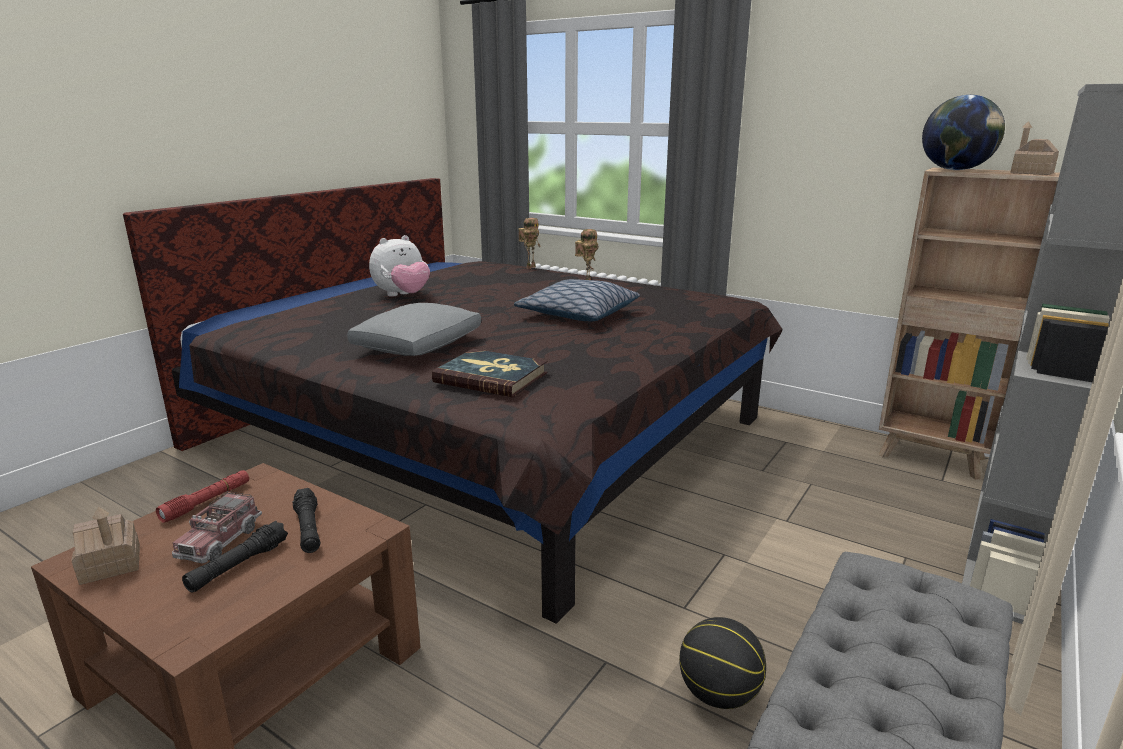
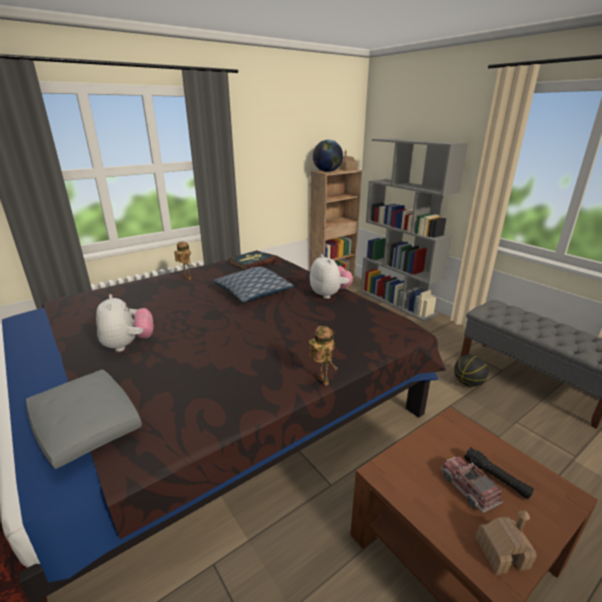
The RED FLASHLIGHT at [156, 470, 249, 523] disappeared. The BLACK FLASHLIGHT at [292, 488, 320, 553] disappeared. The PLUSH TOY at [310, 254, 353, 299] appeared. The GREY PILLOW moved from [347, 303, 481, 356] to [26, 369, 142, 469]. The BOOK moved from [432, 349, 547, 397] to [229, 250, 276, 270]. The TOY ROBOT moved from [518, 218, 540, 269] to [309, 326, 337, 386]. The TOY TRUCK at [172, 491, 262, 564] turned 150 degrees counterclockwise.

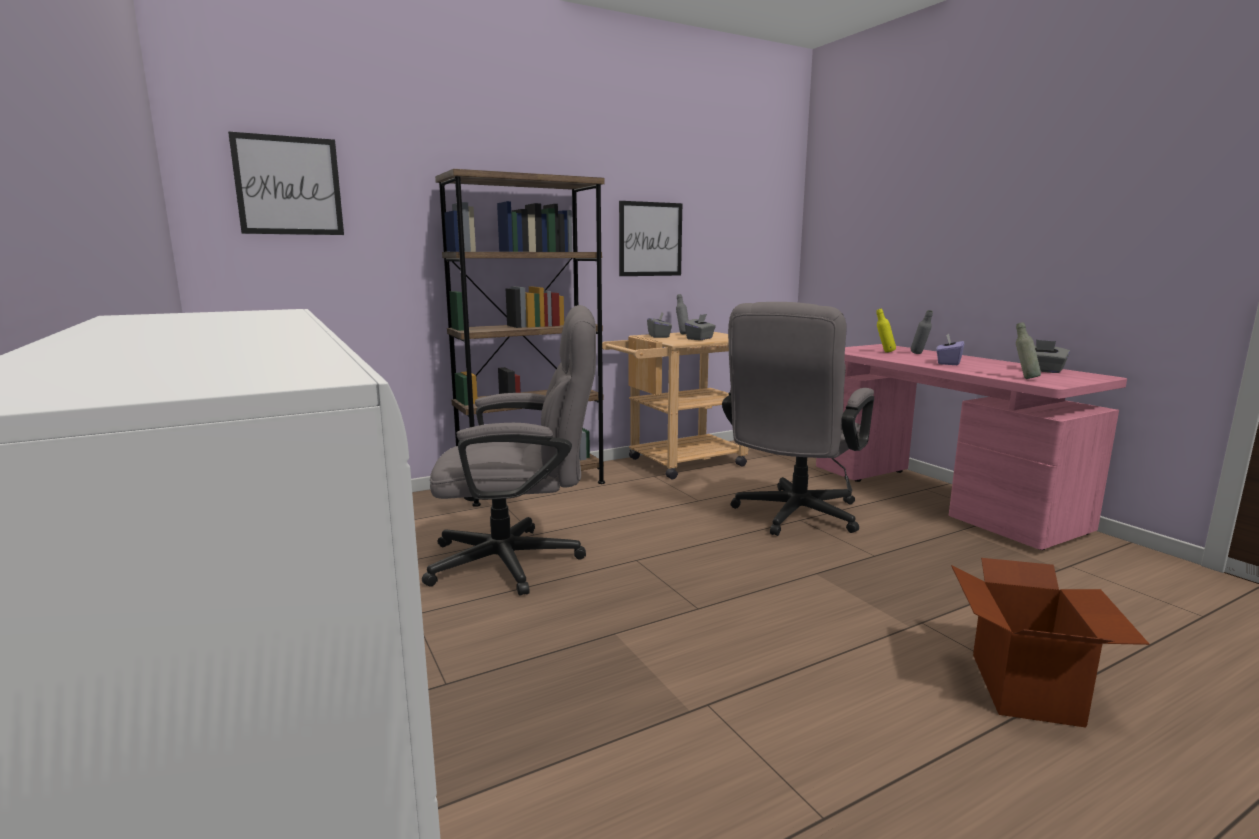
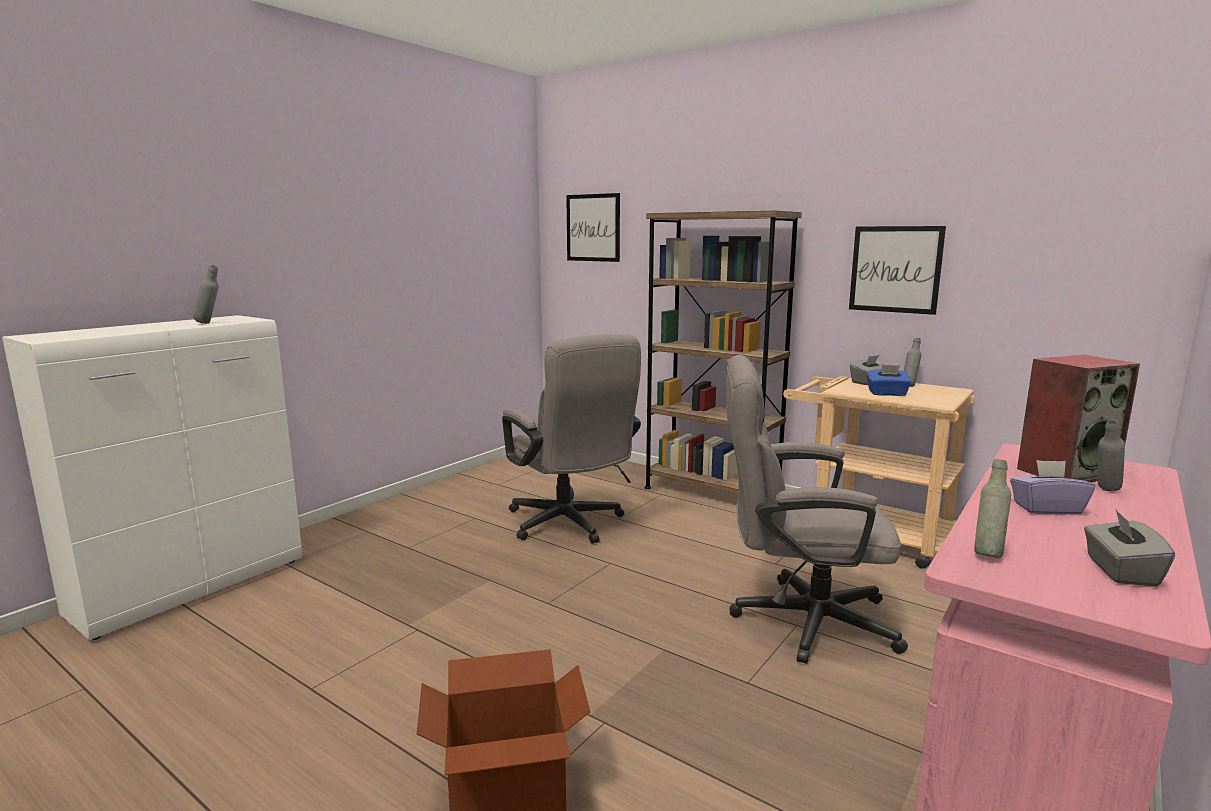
The GREY BOTTLE at [193, 265, 219, 324] appeared. The YELLOW BOTTLE at [876, 309, 896, 353] was replaced by the SPEAKER at [1017, 355, 1140, 482]. The GREY TISSUE BOX at [685, 314, 716, 340] became the BLUE TISSUE BOX at [866, 365, 912, 396].

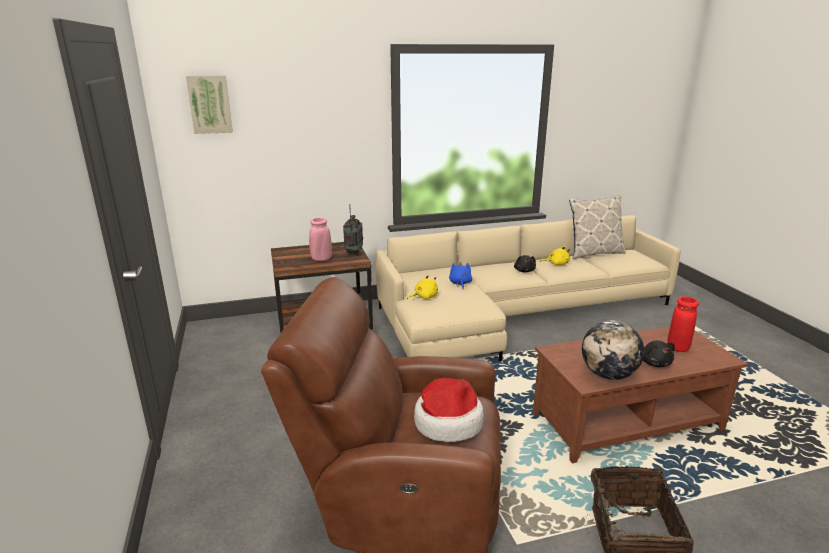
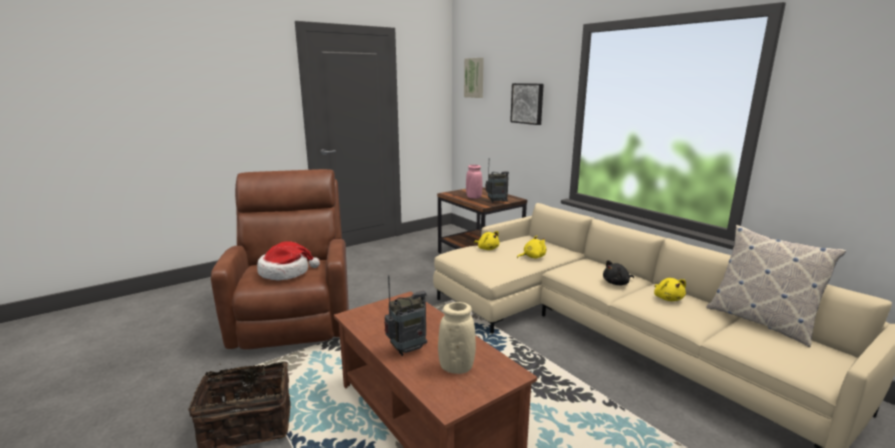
The GLOBE at [582, 320, 644, 380] disappeared. The PICTURE at [510, 83, 544, 125] appeared. The BLACK PLUSH TOY at [643, 340, 675, 367] was replaced by the RADIO at [384, 275, 427, 356]. The BLUE PLUSH TOY at [449, 262, 472, 289] became the YELLOW PLUSH TOY at [517, 236, 546, 259]. The RED VASE at [667, 297, 699, 352] became the BEIGE VASE at [438, 302, 476, 374].

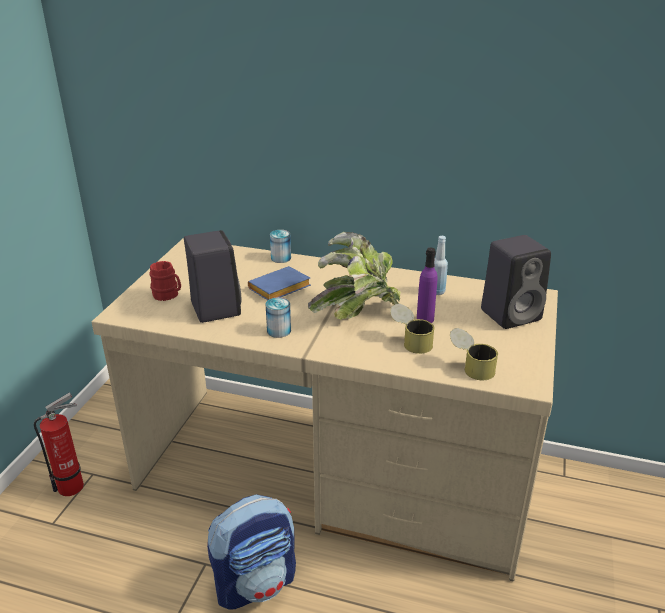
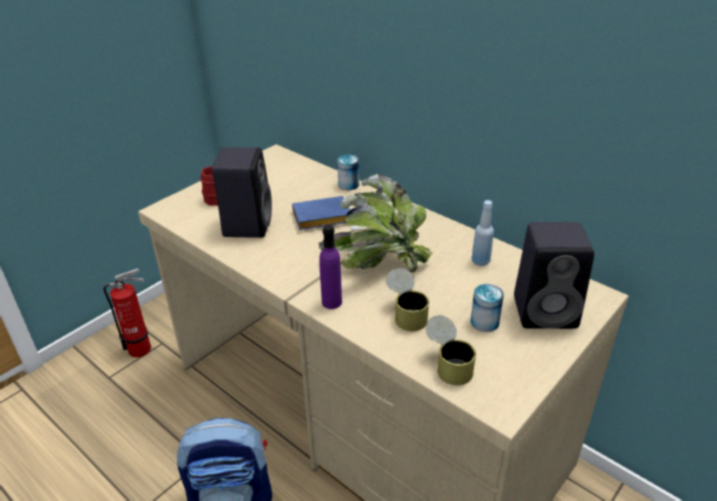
The CAN moved from [266, 297, 291, 338] to [470, 284, 504, 332]. The PURPLE BOTTLE moved from [417, 248, 438, 323] to [319, 225, 342, 309].

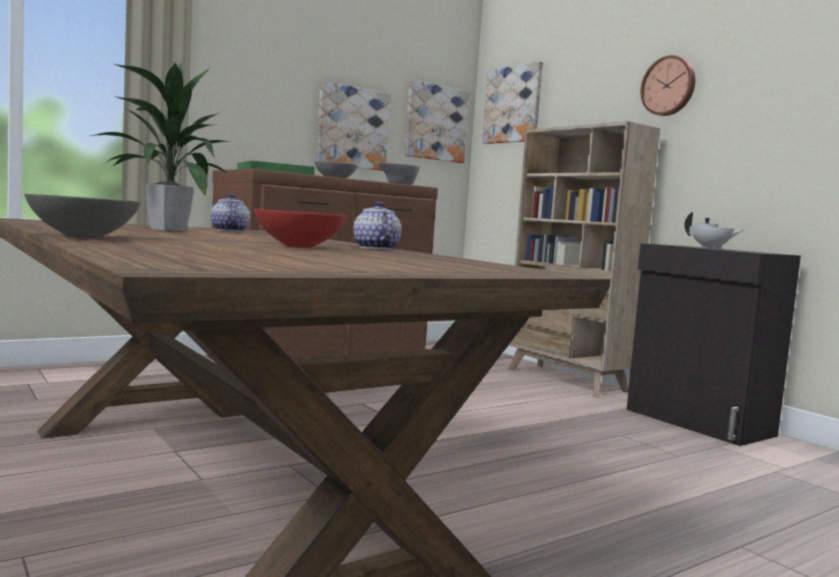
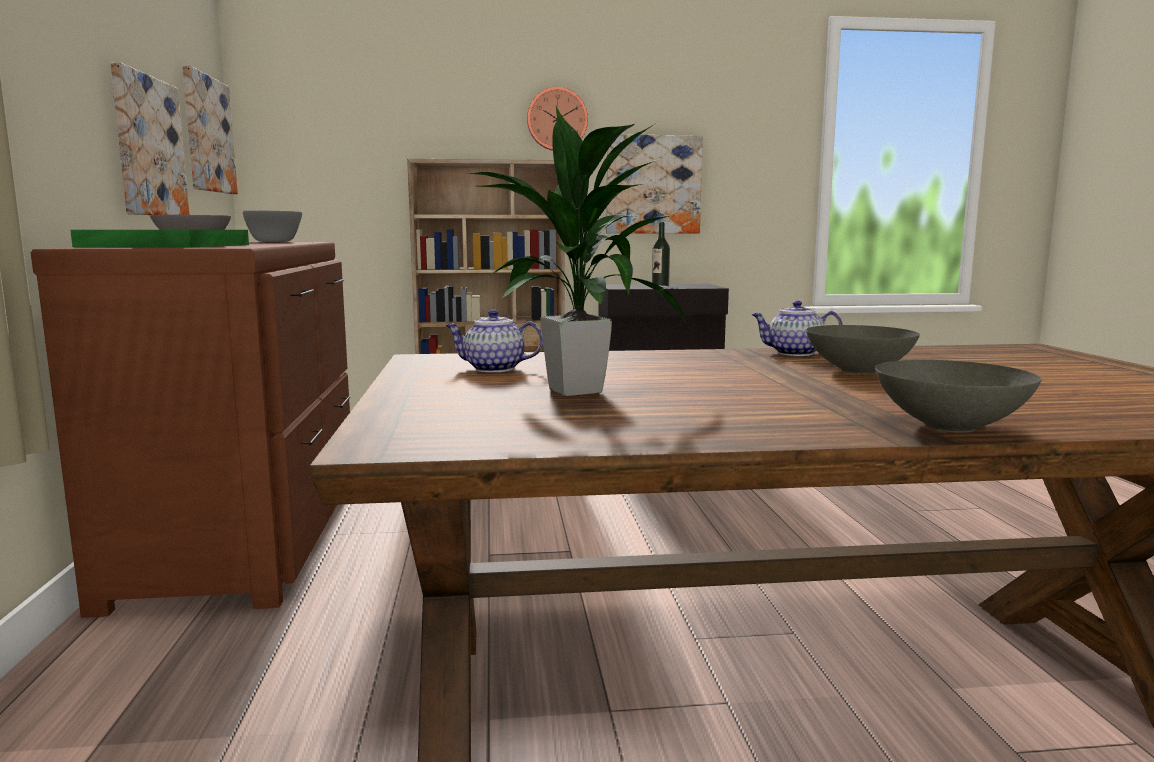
The PICTURE moved from [482, 61, 543, 144] to [606, 134, 703, 234]. The WHITE TEAPOT at [684, 212, 743, 249] was replaced by the BOTTLE at [652, 222, 670, 287]. The RED BOWL at [254, 209, 347, 248] became the GREY BOWL at [806, 325, 920, 374].

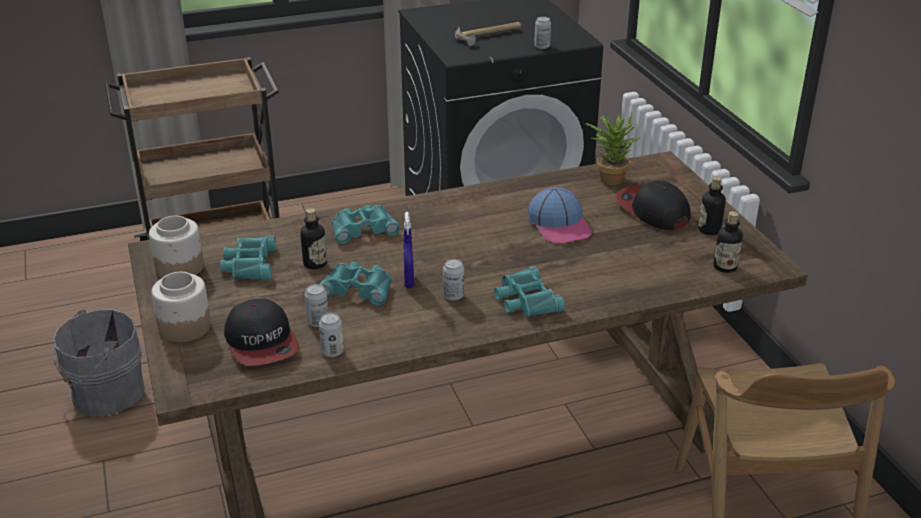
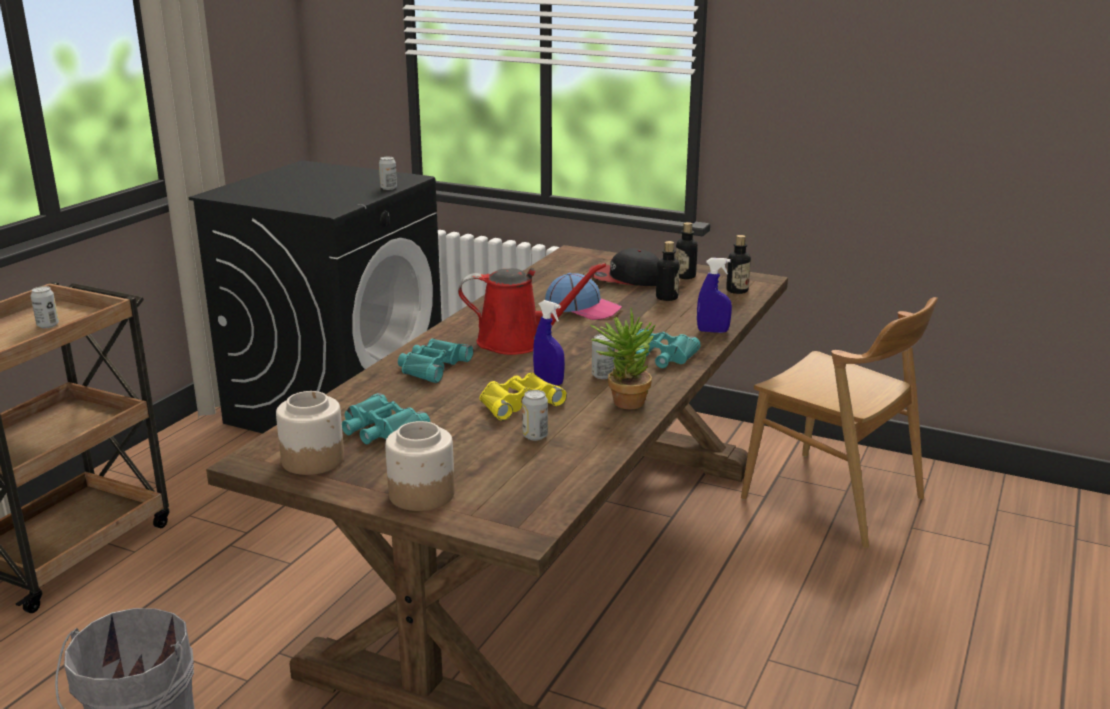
The CAP at [224, 299, 299, 366] disappeared. The HAMMER at [455, 22, 521, 46] disappeared. The RED WATERING CAN at [458, 263, 606, 355] appeared. The BLUE SPRAY BOTTLE at [697, 258, 732, 333] appeared. The BOTTLE moved from [300, 208, 327, 269] to [656, 241, 680, 301]. The CAN moved from [319, 313, 344, 357] to [31, 286, 59, 328]. The POTTED PLANT moved from [586, 112, 640, 185] to [590, 308, 656, 410]. The TURQUOISE BINOCULARS at [319, 262, 392, 306] became the YELLOW BINOCULARS at [480, 373, 567, 421].

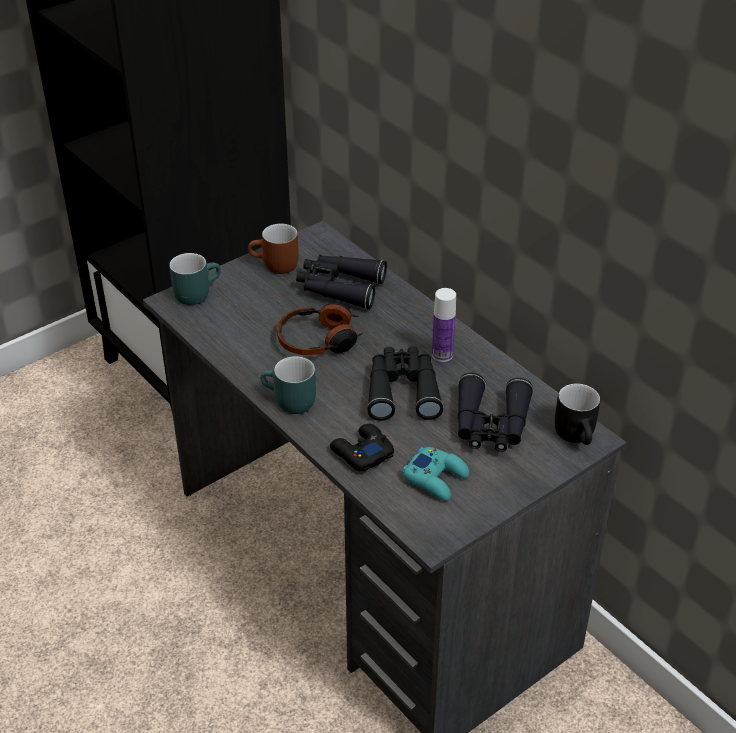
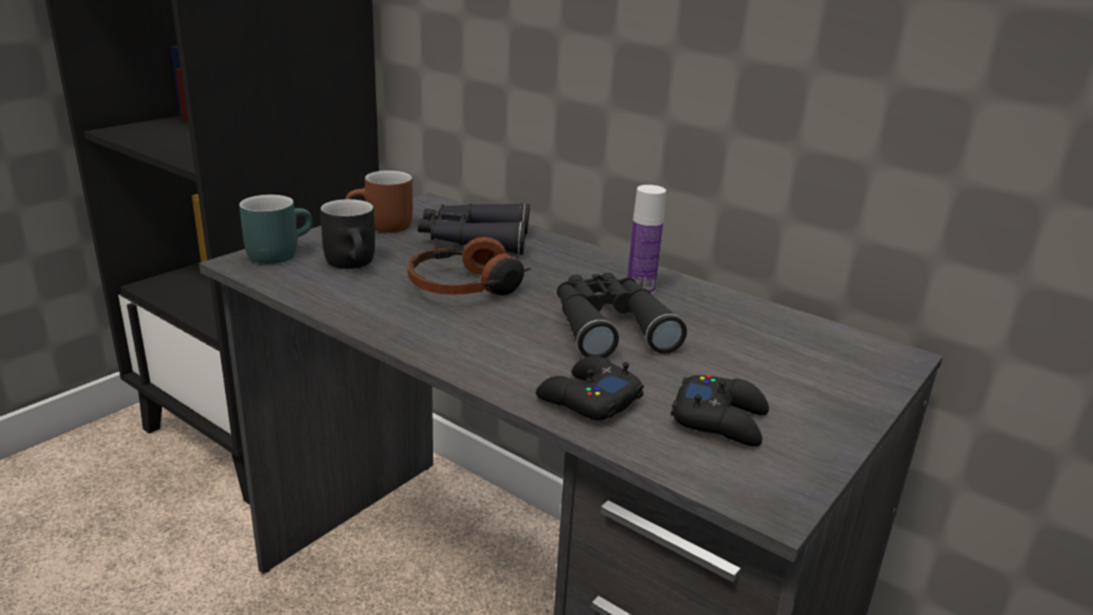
The TURQUOISE MUG at [261, 356, 316, 414] disappeared. The BLACK BINOCULARS at [458, 373, 533, 452] disappeared. The BLACK MUG moved from [555, 383, 601, 445] to [320, 199, 375, 269]. The TURQUOISE GAME CONTROLLER at [402, 447, 469, 501] became the BLACK GAME CONTROLLER at [671, 375, 769, 447].

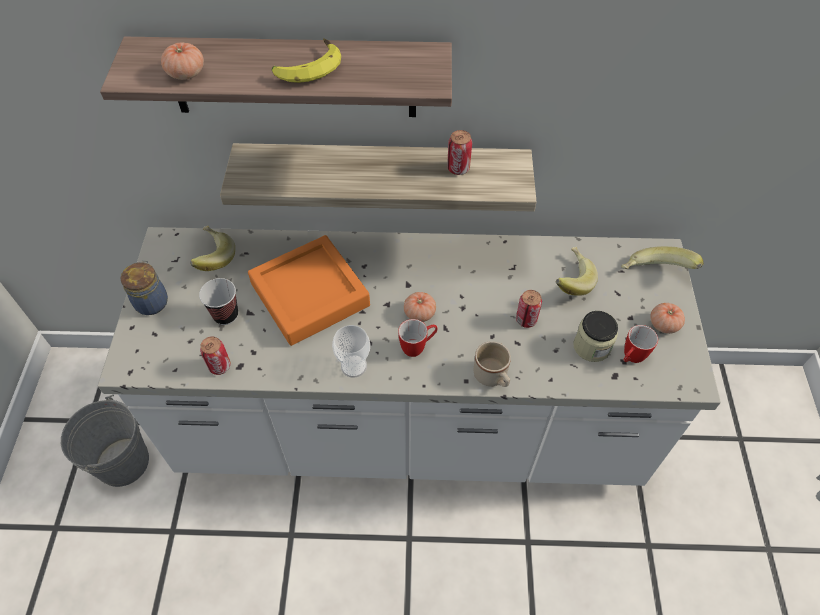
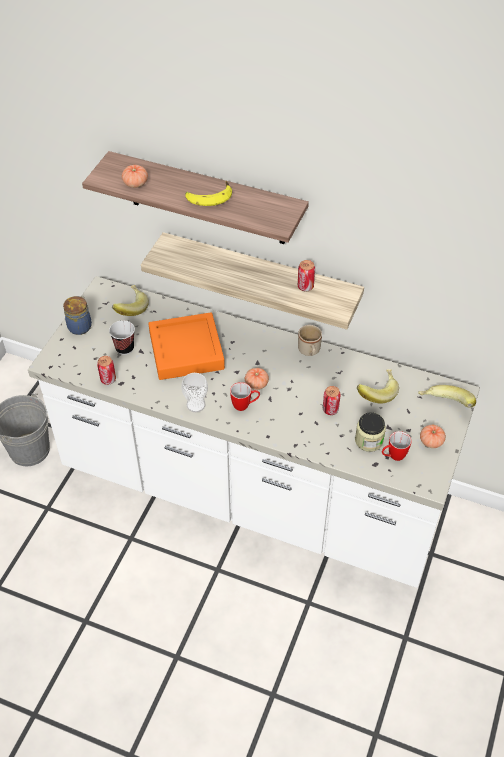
The BEIGE MUG moved from [474, 341, 511, 387] to [298, 325, 322, 356].

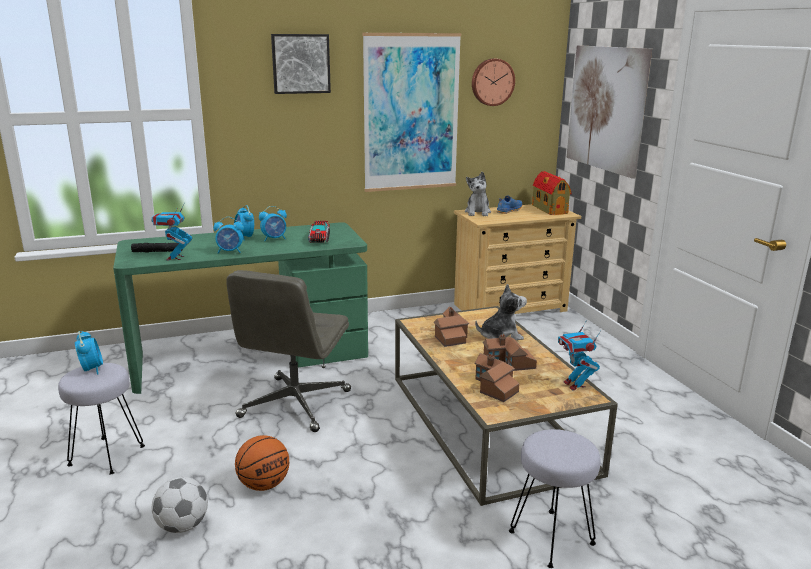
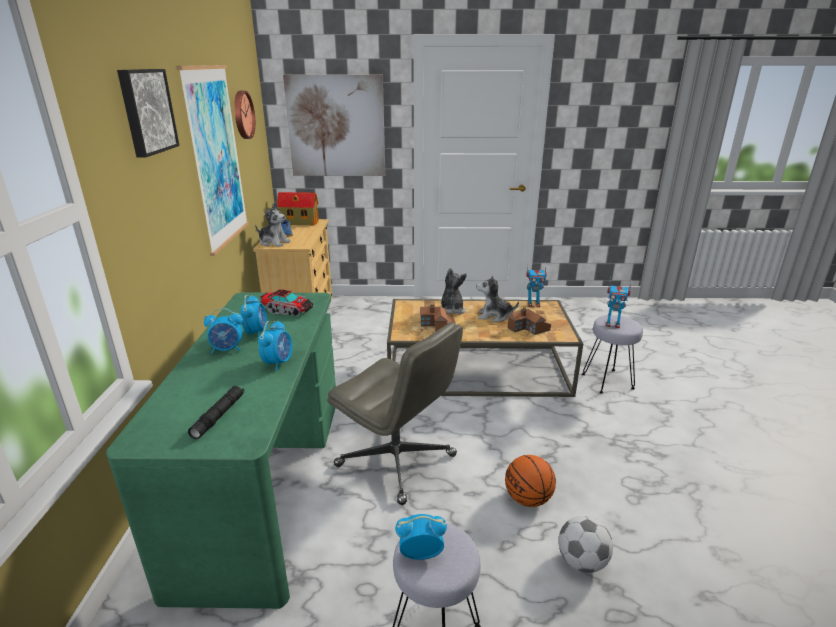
The TOY ROBOT moved from [151, 204, 192, 261] to [606, 278, 632, 328]. The TOY HOUSE at [483, 334, 537, 371] was replaced by the PLUSH TOY at [476, 275, 519, 322].

